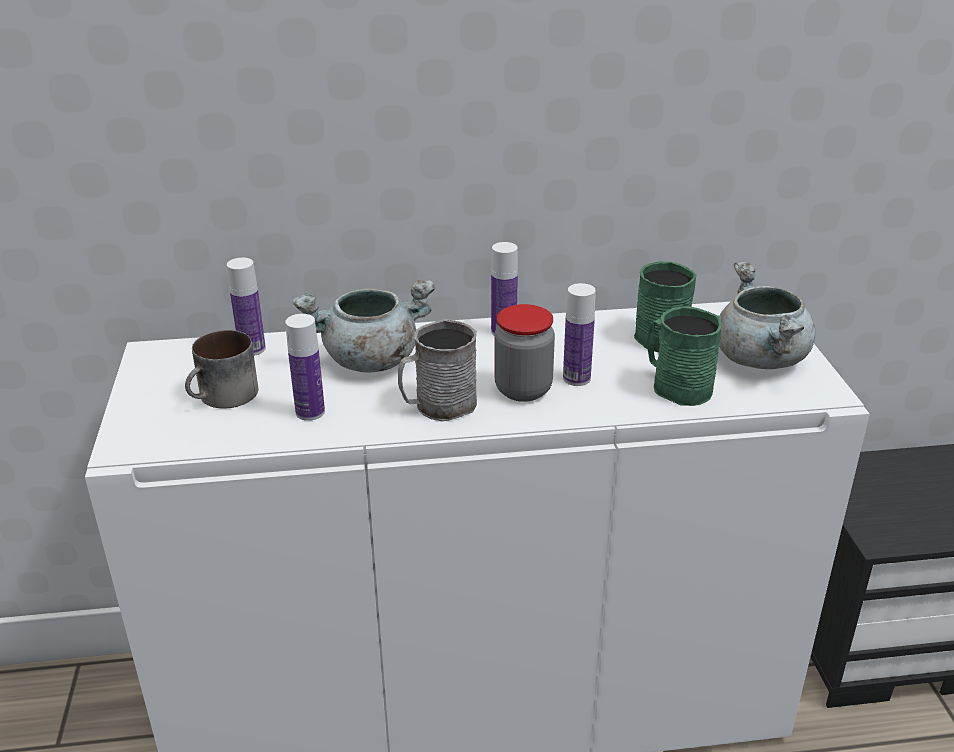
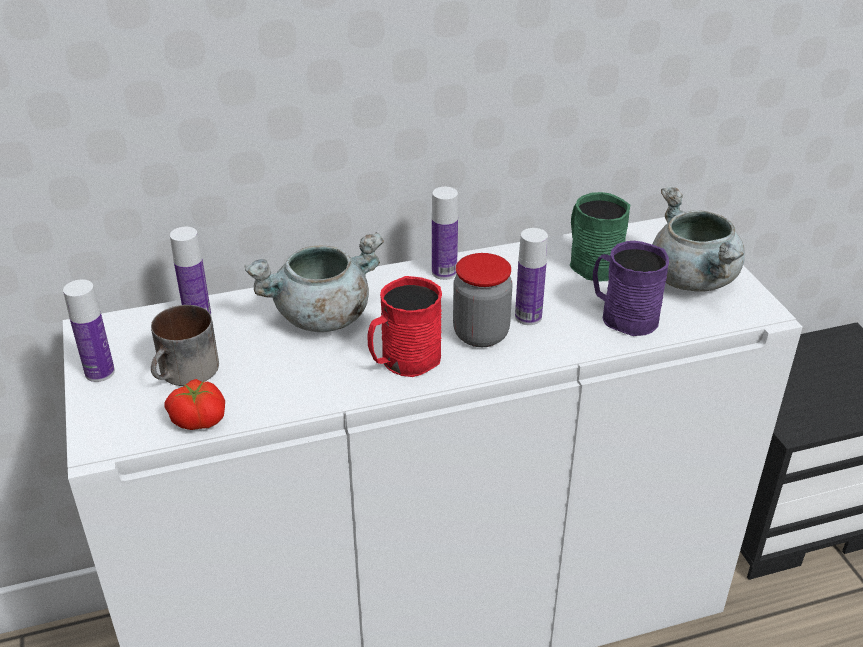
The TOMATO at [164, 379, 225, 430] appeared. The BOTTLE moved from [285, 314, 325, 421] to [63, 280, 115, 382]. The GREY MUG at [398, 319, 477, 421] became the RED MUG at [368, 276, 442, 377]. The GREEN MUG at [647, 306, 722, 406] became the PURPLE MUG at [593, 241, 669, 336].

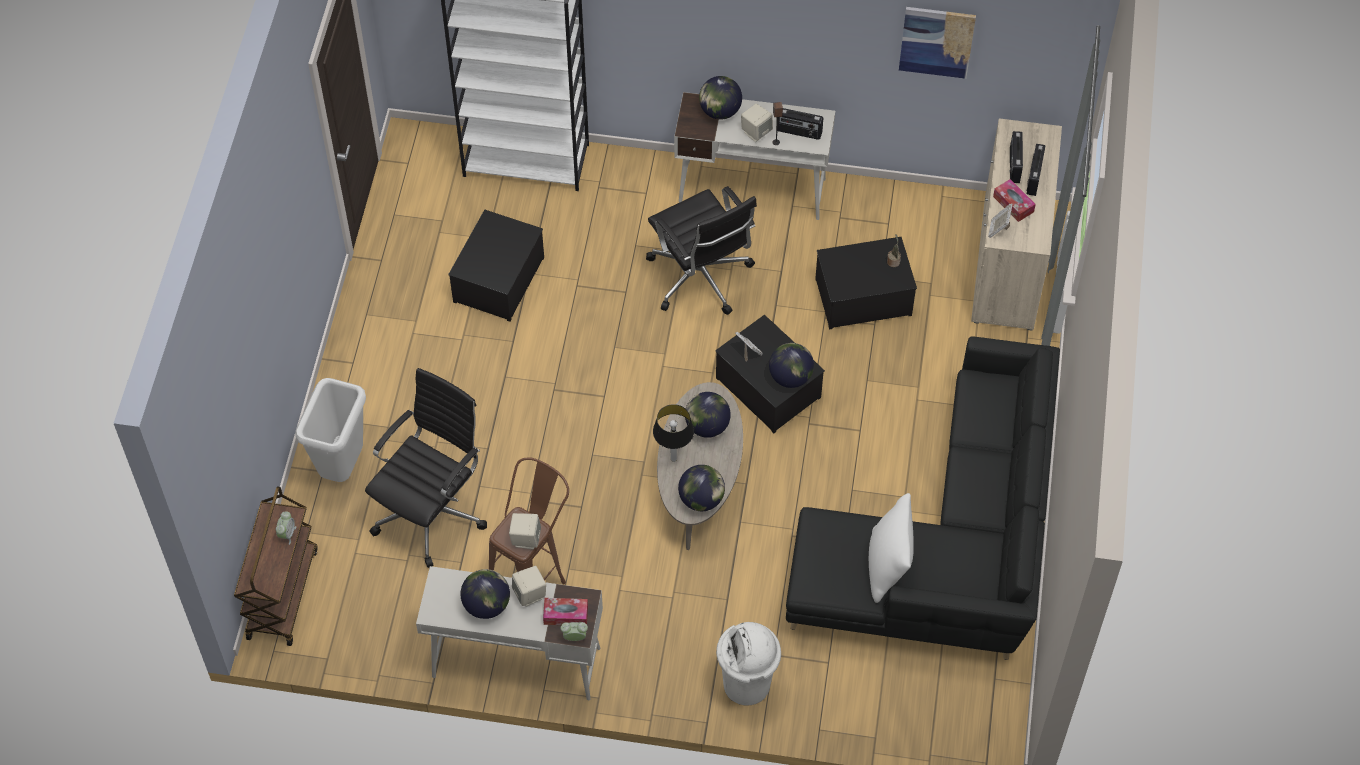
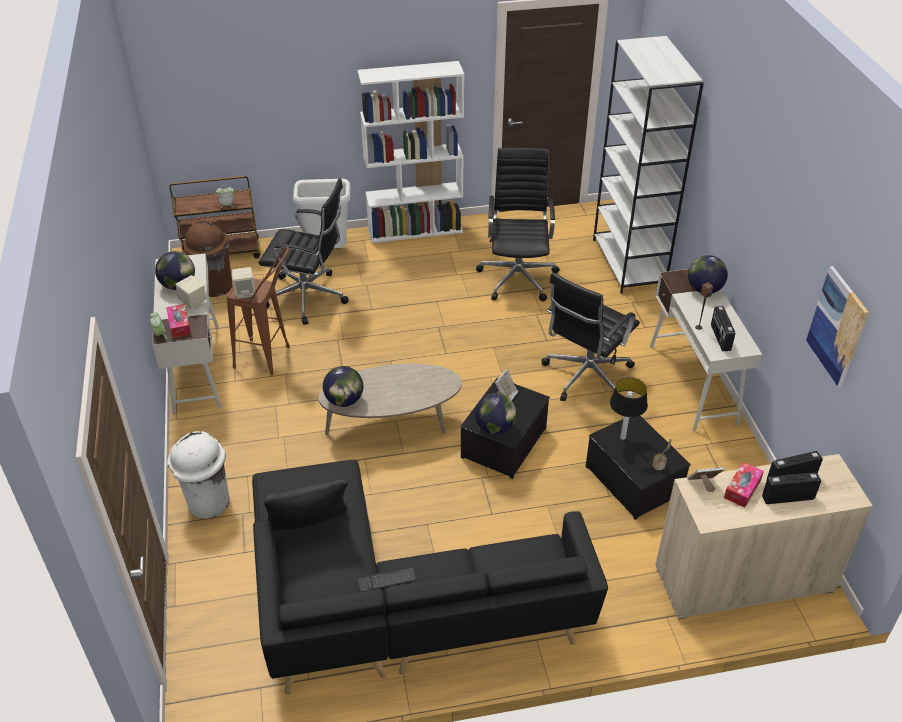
The GLOBE at [685, 392, 731, 438] disappeared. The BEIGE SPEAKER at [741, 104, 773, 142] disappeared. The BROWN TRASH CAN at [184, 221, 233, 297] appeared. The WHITE BOOKCASE at [357, 61, 464, 243] appeared. The KEYBOARD at [357, 566, 417, 591] appeared. The TABLE LAMP moved from [653, 404, 694, 462] to [610, 377, 648, 440]. The STORAGE BOX at [448, 210, 544, 322] was replaced by the BLACK OFFICE CHAIR at [476, 148, 560, 301]. The WHITE PILLOW at [869, 493, 914, 603] became the BLACK PILLOW at [264, 479, 348, 531].

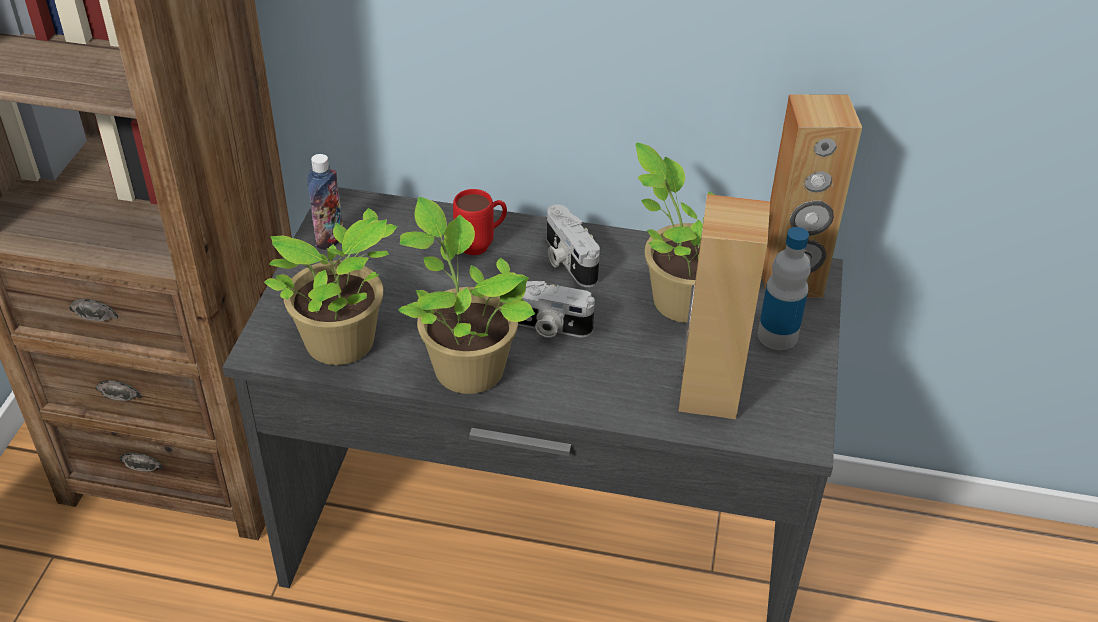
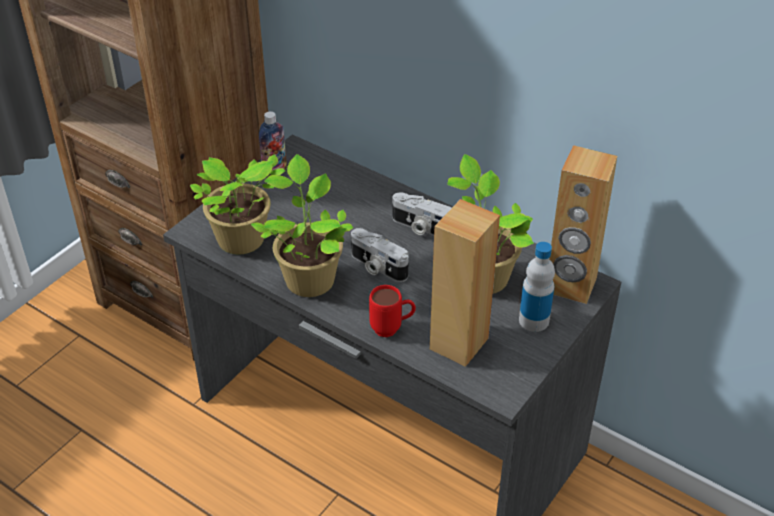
The RED MUG moved from [453, 189, 507, 255] to [369, 285, 416, 337]. The PHOTO CAMERA at [547, 204, 600, 287] turned 60 degrees counterclockwise.

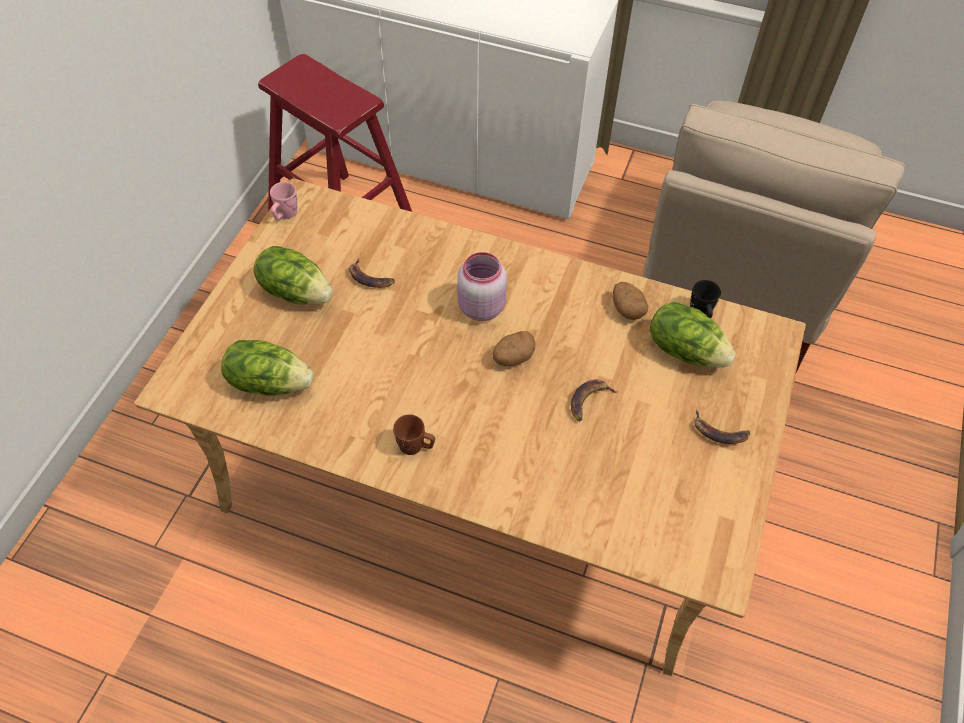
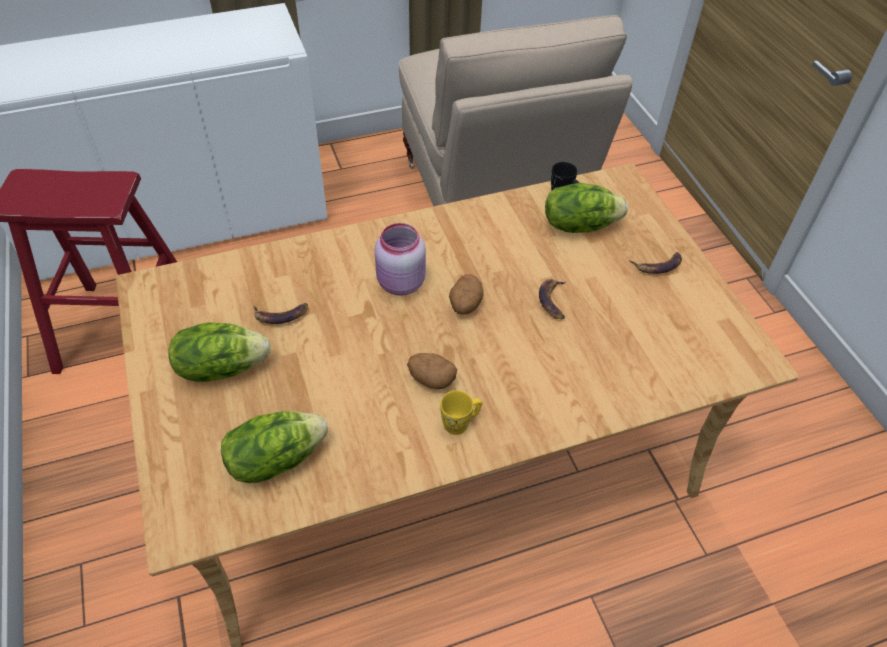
The PINK MUG at [270, 182, 297, 221] disappeared. The POTATO moved from [612, 282, 648, 320] to [407, 353, 457, 389]. The BROWN MUG at [393, 414, 435, 455] became the YELLOW MUG at [440, 390, 482, 435].

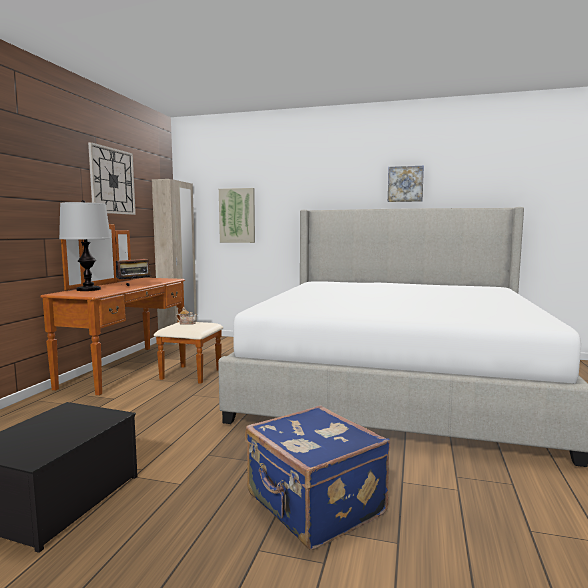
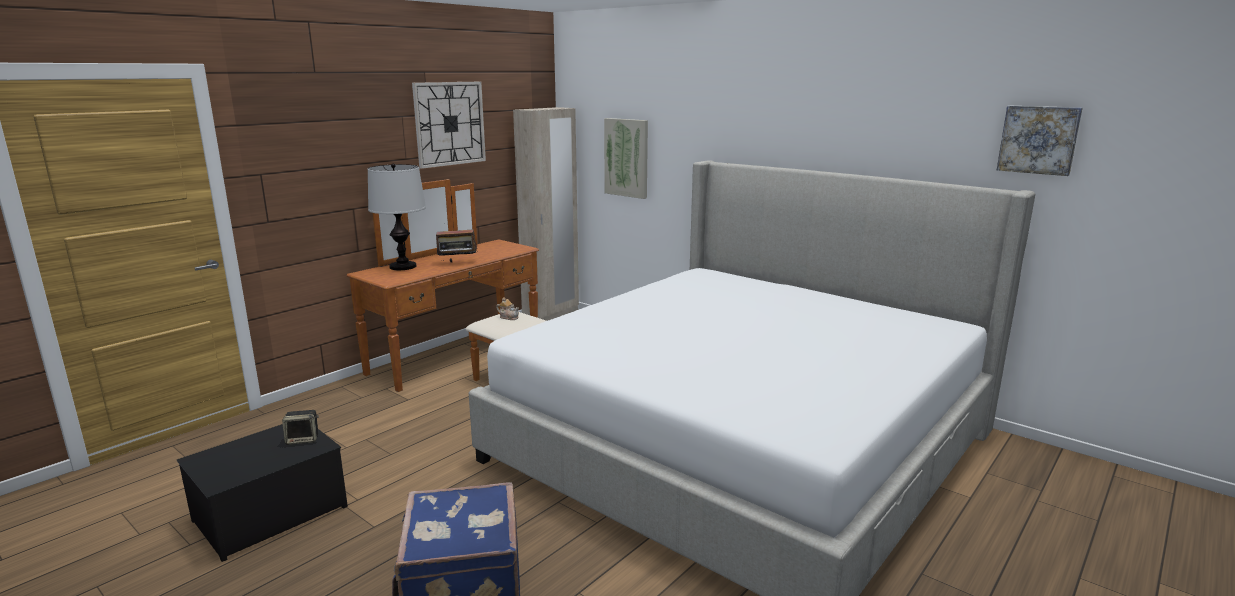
The SPEAKER at [282, 410, 319, 445] appeared. The PICTURE moved from [388, 166, 424, 202] to [997, 105, 1083, 176].

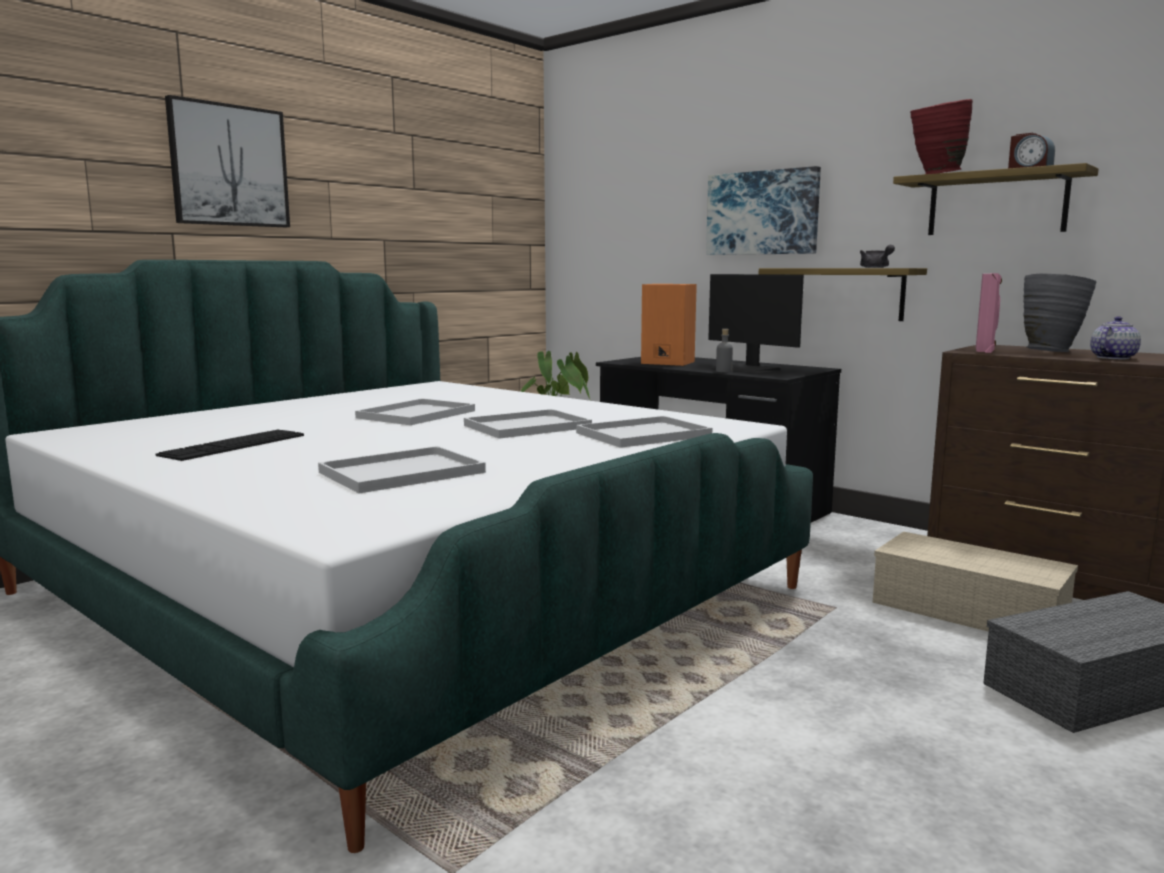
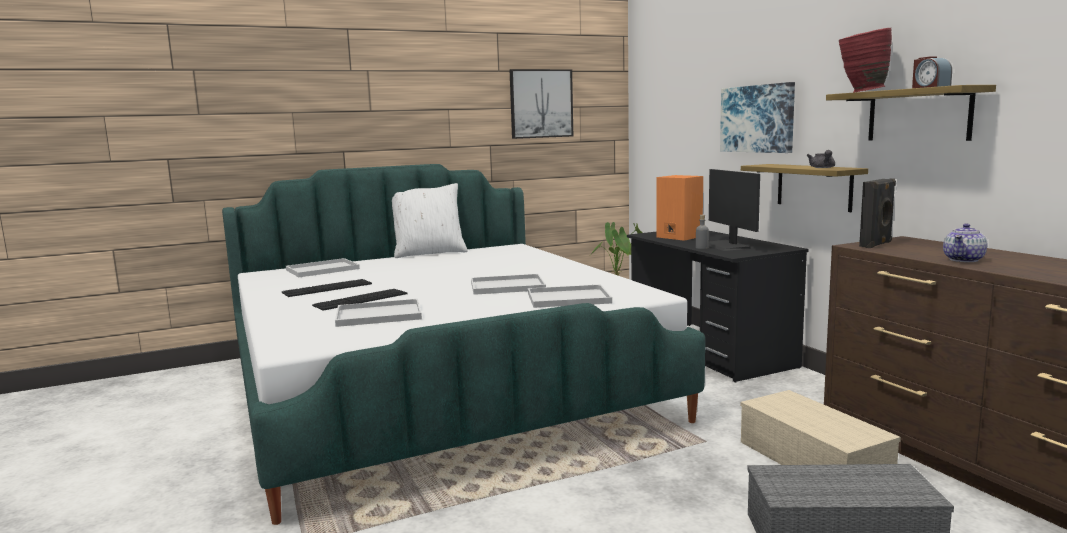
The GREY VASE at [1023, 273, 1096, 352] disappeared. The KEYBOARD at [312, 289, 407, 311] appeared. The WHITE PILLOW at [392, 183, 468, 258] appeared. The PICTURE moved from [165, 95, 290, 227] to [510, 69, 573, 139]. The WHITE TRAY moved from [355, 398, 475, 425] to [286, 258, 360, 277]. The PINK SPEAKER at [976, 273, 1002, 353] became the BLACK SPEAKER at [859, 178, 896, 248]. The TEAPOT at [1090, 316, 1141, 359] turned 150 degrees clockwise.

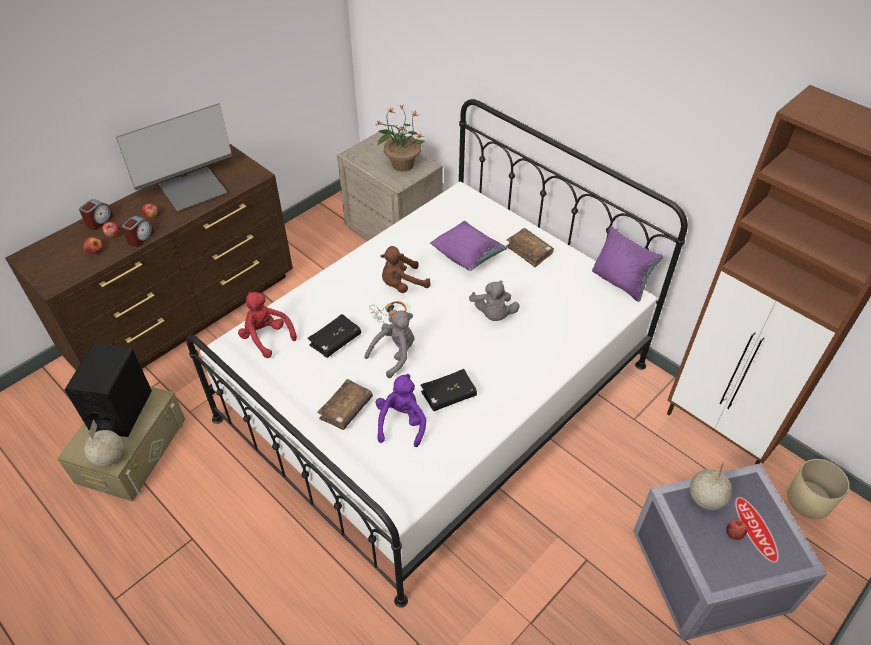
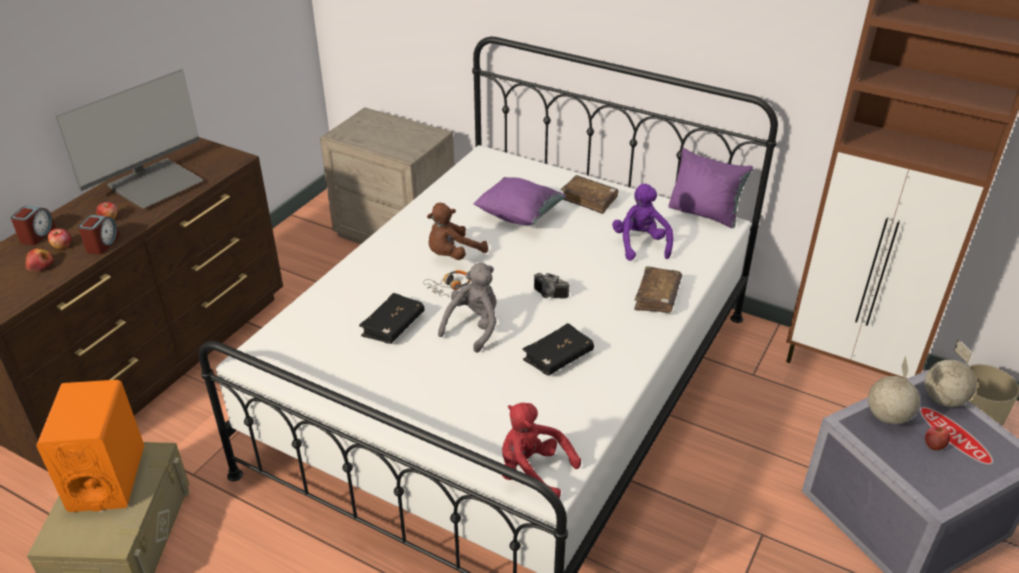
The POTTED PLANT at [376, 105, 425, 171] disappeared. The GREY PLUSH TOY at [469, 281, 520, 321] disappeared. The PHOTO CAMERA at [534, 273, 569, 298] appeared. The GLOBE moved from [84, 419, 123, 467] to [924, 340, 977, 407]. The RED PLUSH TOY moved from [238, 292, 297, 358] to [502, 403, 581, 498]. The BROWN BOOK moved from [317, 379, 373, 430] to [634, 266, 682, 313]. The PURPLE PLUSH TOY moved from [376, 374, 426, 447] to [612, 184, 673, 261]. The BLACK SPEAKER at [65, 343, 152, 437] became the ORANGE SPEAKER at [36, 380, 144, 512].

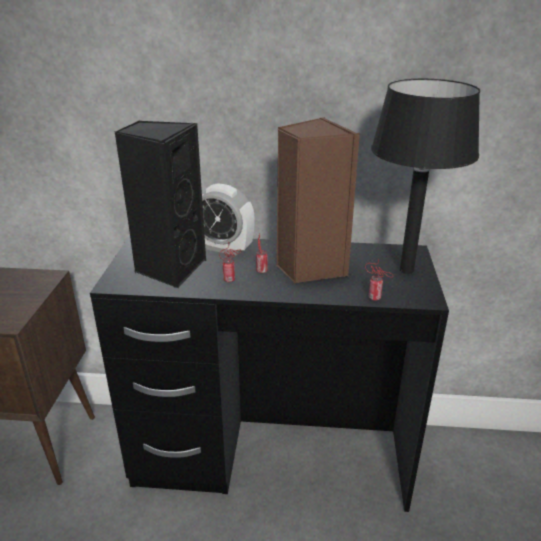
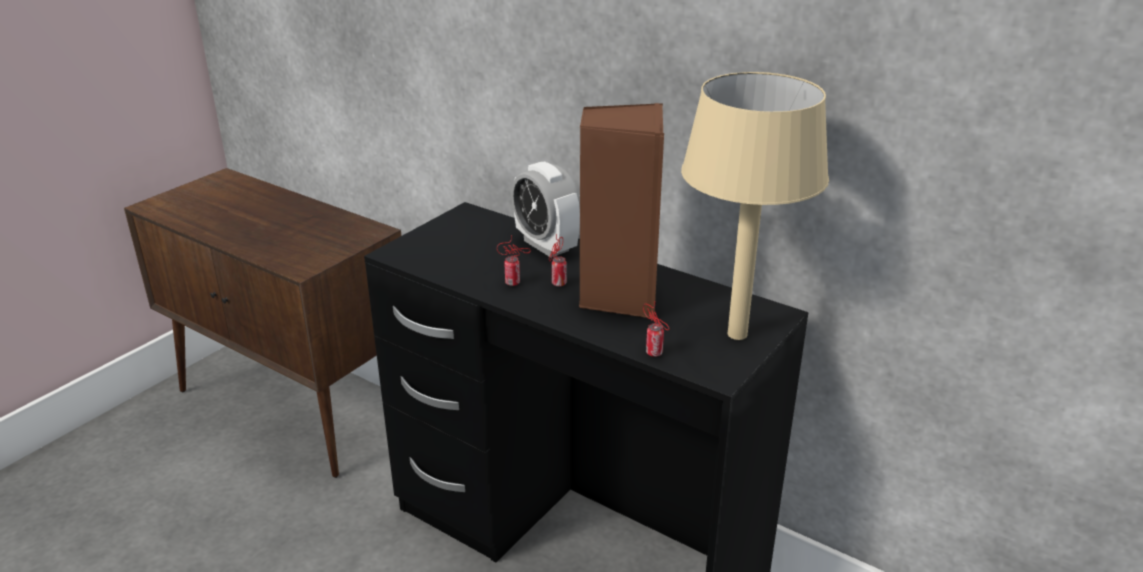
The BLACK SPEAKER at [114, 120, 206, 288] disappeared. The BLACK TABLE LAMP at [371, 79, 480, 274] became the BEIGE TABLE LAMP at [681, 72, 829, 340].

